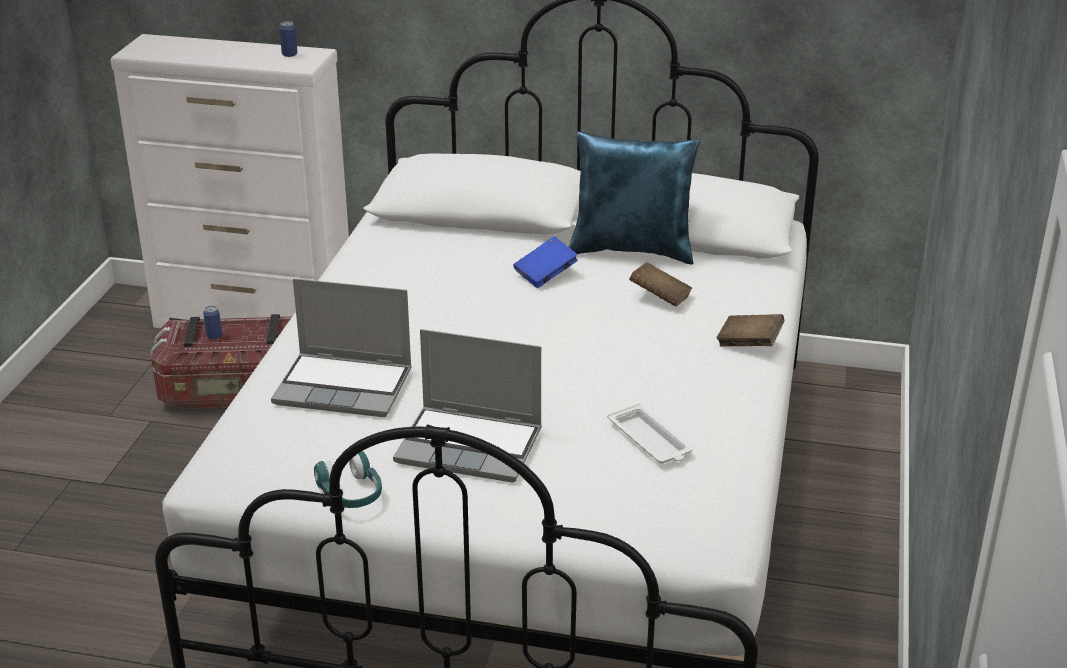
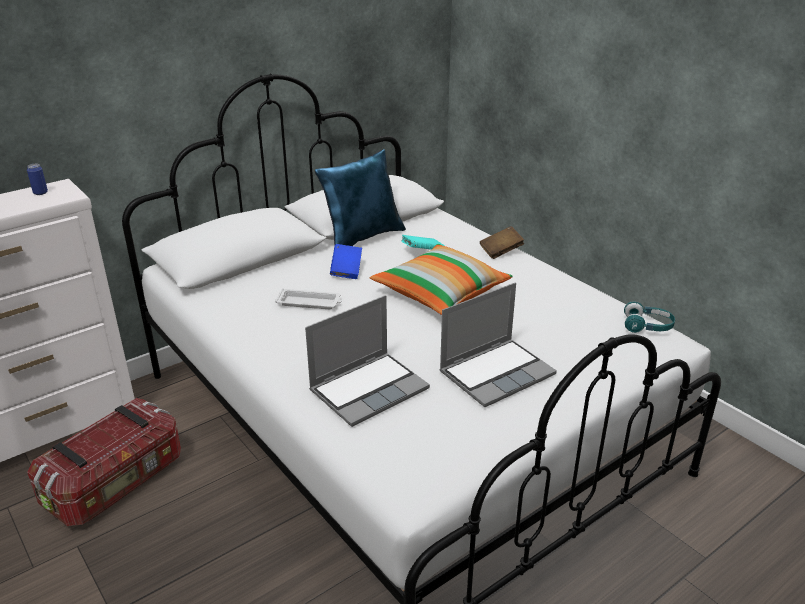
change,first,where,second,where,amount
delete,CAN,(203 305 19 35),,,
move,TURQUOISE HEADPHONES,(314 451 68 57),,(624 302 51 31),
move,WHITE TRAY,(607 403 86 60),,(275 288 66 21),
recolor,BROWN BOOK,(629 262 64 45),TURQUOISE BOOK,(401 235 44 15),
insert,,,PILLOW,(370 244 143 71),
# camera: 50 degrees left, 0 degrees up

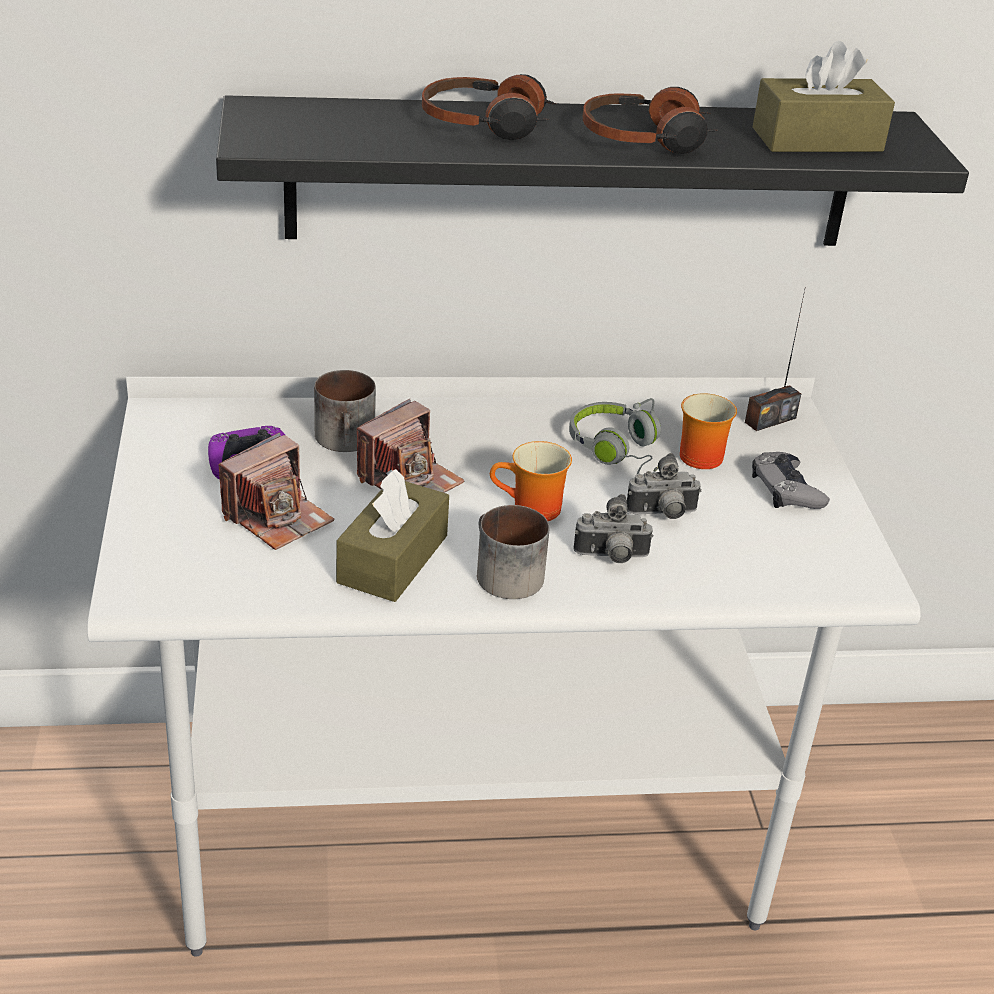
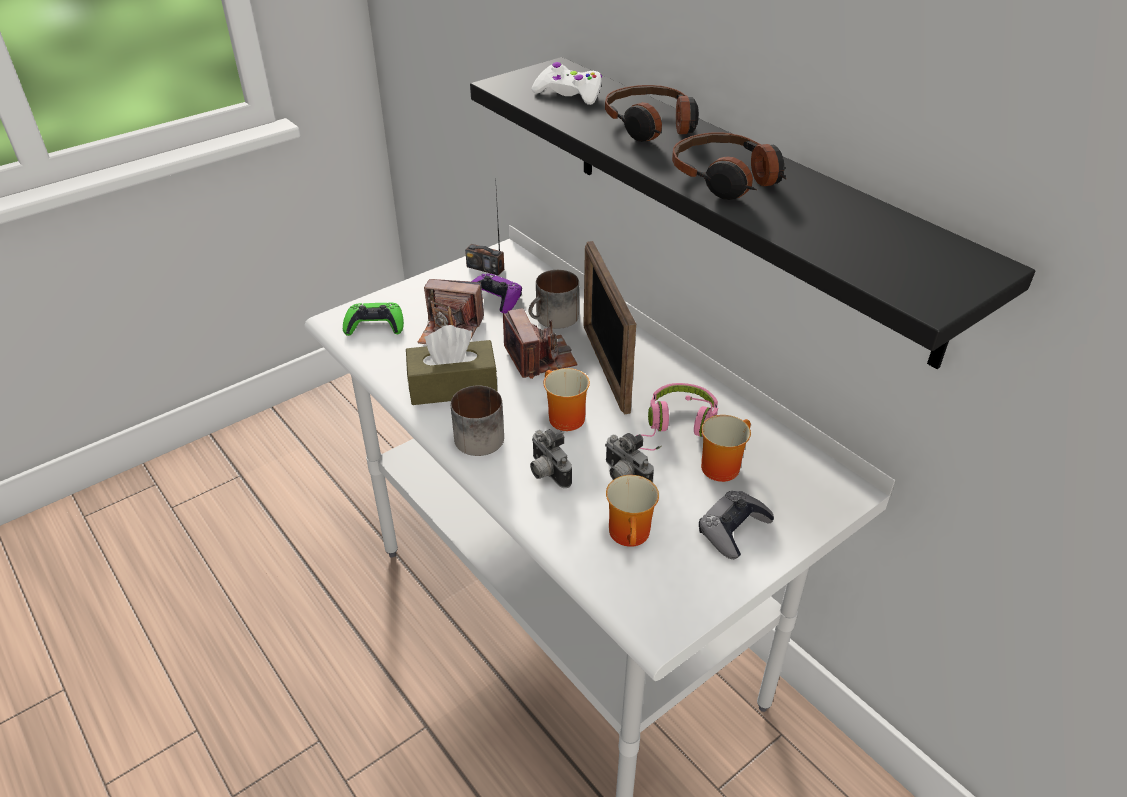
change,first,where,second,where,amount
rotate,PHOTO CAMERA,(357 399 108 94),,(503 308 75 71),120 degrees counterclockwise
recolor,GREY HEADPHONES,(569 398 92 76),PINK HEADPHONES,(636 383 82 68),
move,RADIO,(745 290 60 141),,(465 191 39 85),
delete,BROWN TISSUE BOX,(753 41 142 111),,,
insert,,,GREEN GAME CONTROLLER,(343 302 61 34),
insert,,,WHITE GAME CONTROLLER,(532 62 70 43),
insert,,,PICTURE FRAME,(583 241 53 173),
insert,,,MUG,(606 475 53 72),
# camera: 60 degrees right, 5 degrees up

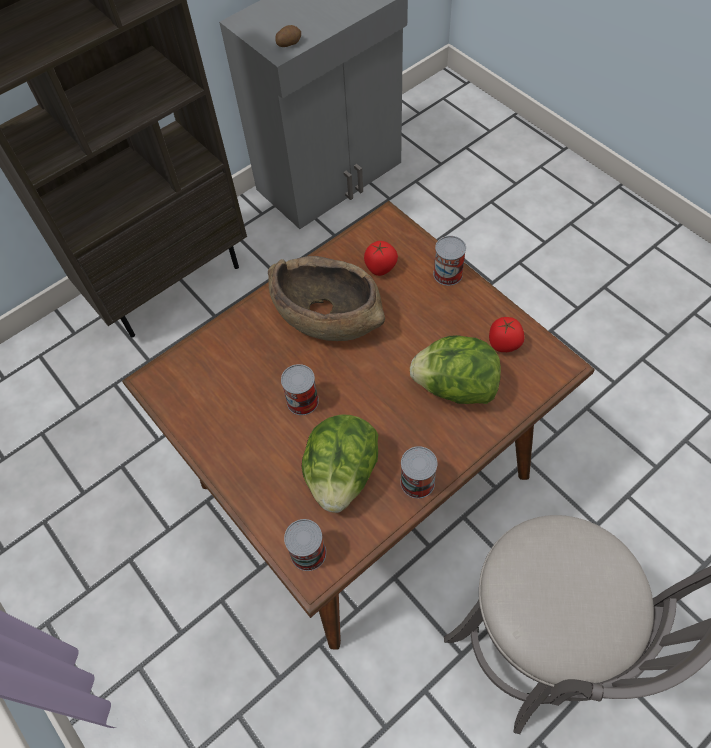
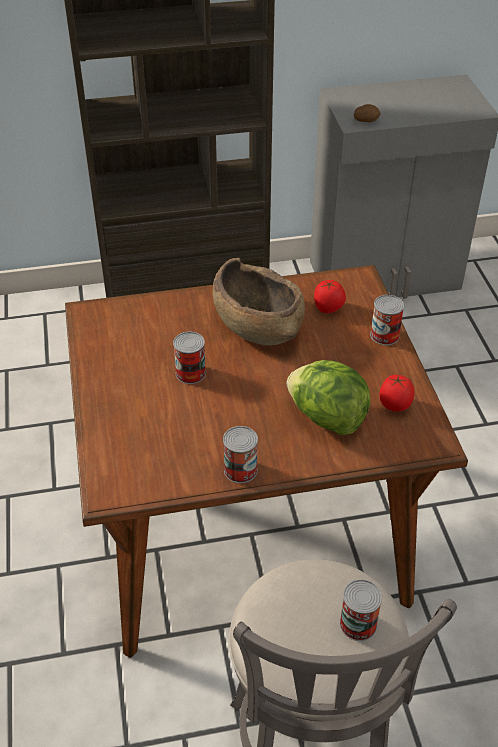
change,first,where,second,where,amount
move,CAN,(284 519 42 52),,(340 579 42 62),
delete,LETTUCE,(302 414 76 99),,,
# camera: 25 degrees right, 15 degrees down

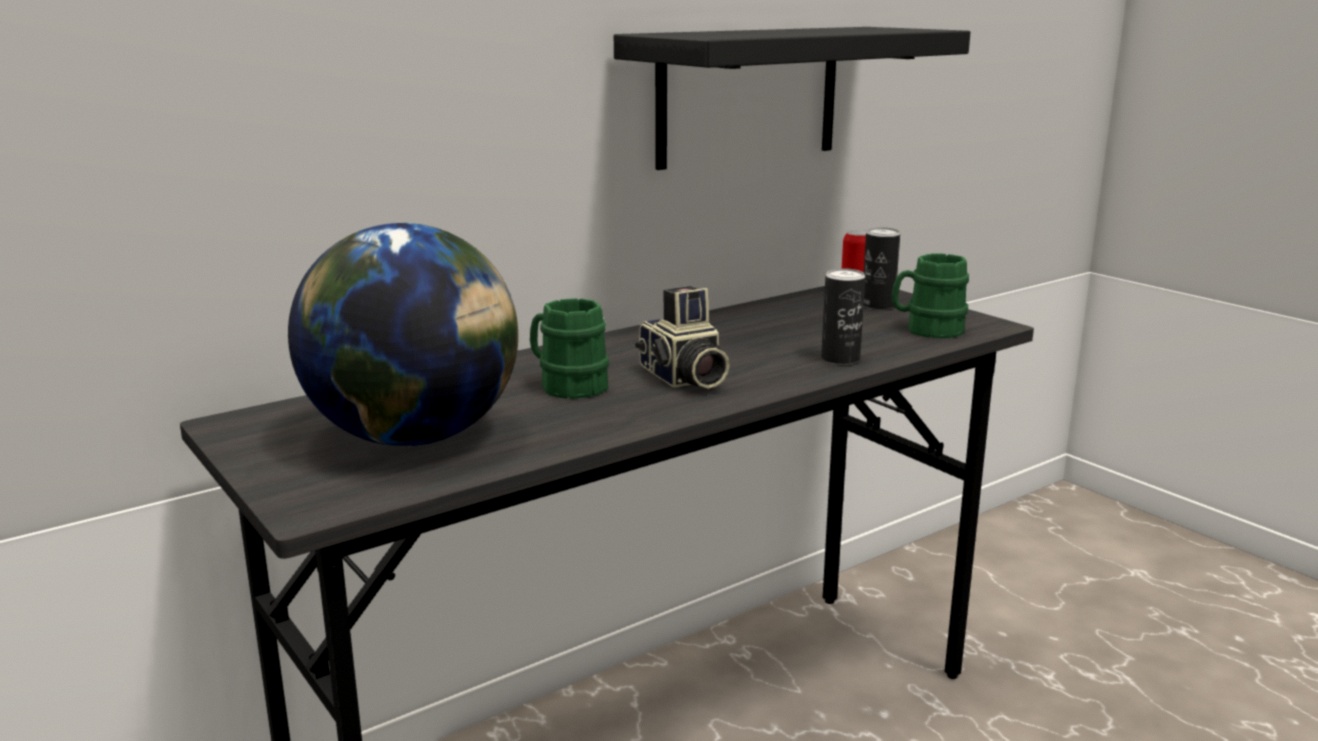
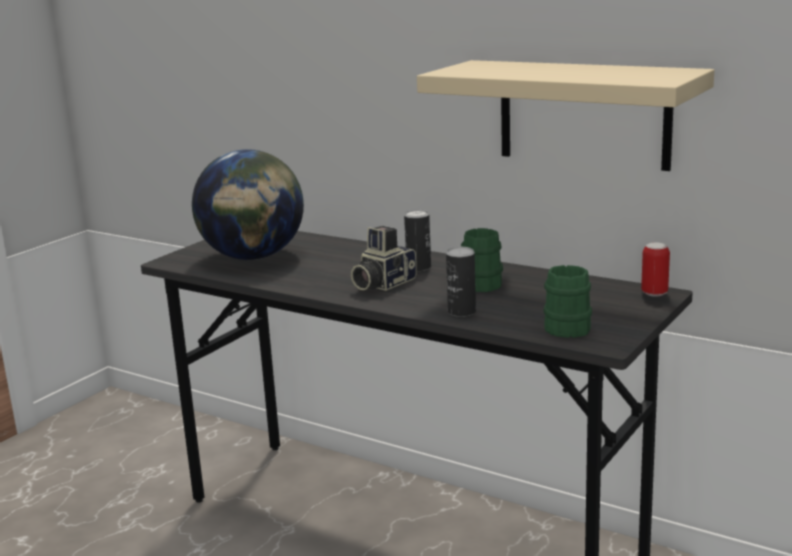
change,first,where,second,where,amount
move,GREEN MUG,(530 298 79 101),,(461 228 42 64),
recolor,BLACK SHELF,(614 27 357 143),BEIGE SHELF,(417 60 297 111),
move,CAN,(864 227 36 83),,(404 210 27 61),
# camera: 70 degrees right, 0 degrees up

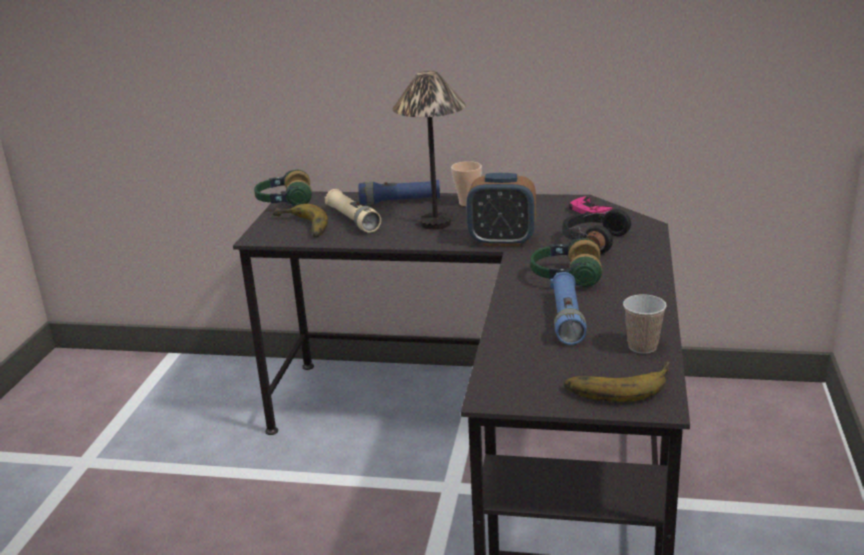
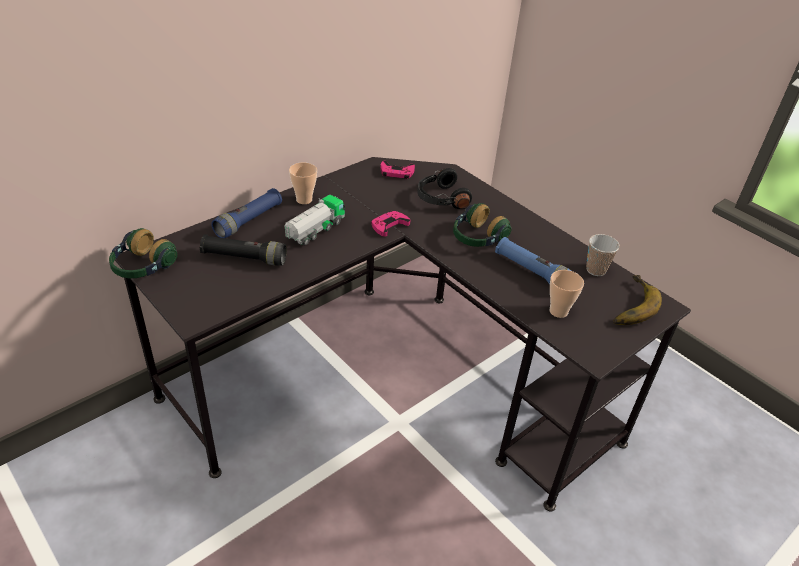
change,first,where,second,where,amount
delete,BANANA,(273 204 55 34),,,
recolor,BEIGE FLASHLIGHT,(325 189 56 44),BLACK FLASHLIGHT,(199 234 88 31),
replace,TABLE LAMP,(393 71 73 159),TOY TRUCK,(284 195 61 51),
replace,ALARM CLOCK,(466 173 70 73),PINK GAME CONTROLLER,(371 211 39 26),
insert,,,CUP,(550 270 34 48),
# camera: 55 degrees left, 15 degrees up

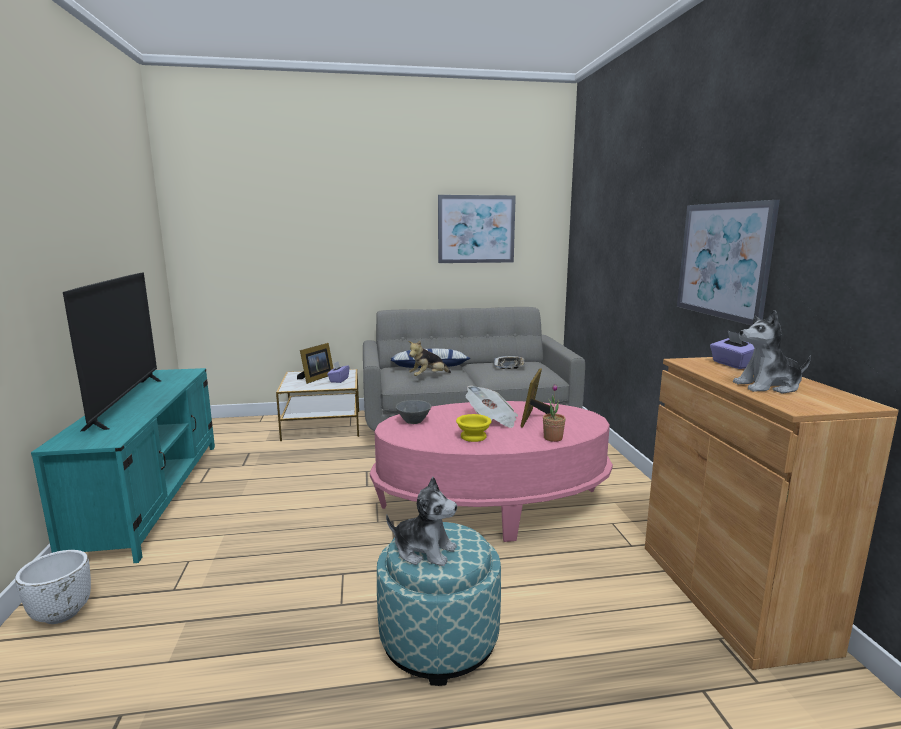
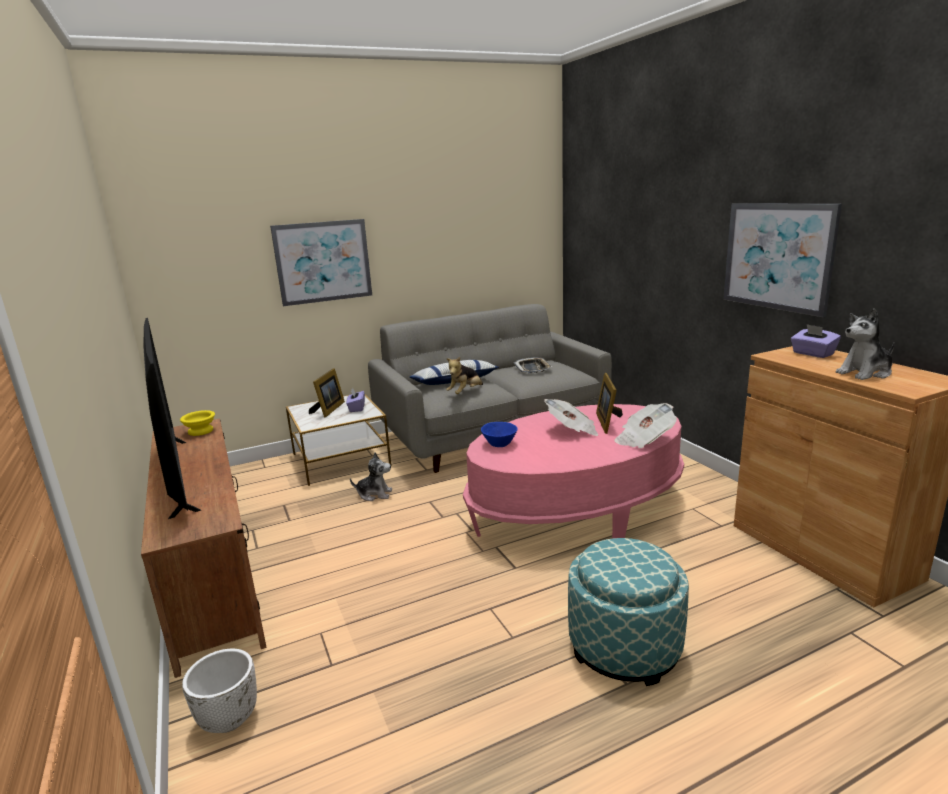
change,first,where,second,where,amount
recolor,TURQUOISE TV STAND,(31 368 184 195),BROWN TV STAND,(141 418 126 260),
move,PLUSH TOY,(386 477 71 89),,(350 452 42 49),
recolor,GREY BOWL,(396 400 35 24),BLUE BOWL,(481 422 37 25),
move,PICTURE,(438 195 78 68),,(270 219 102 87),
move,YELLOW BOWL,(456 414 36 28),,(180 410 35 26),
replace,POTTED PLANT,(543 384 23 58),NEWSPAPER,(614 403 63 45),
# camera: 15 degrees left, 5 degrees up

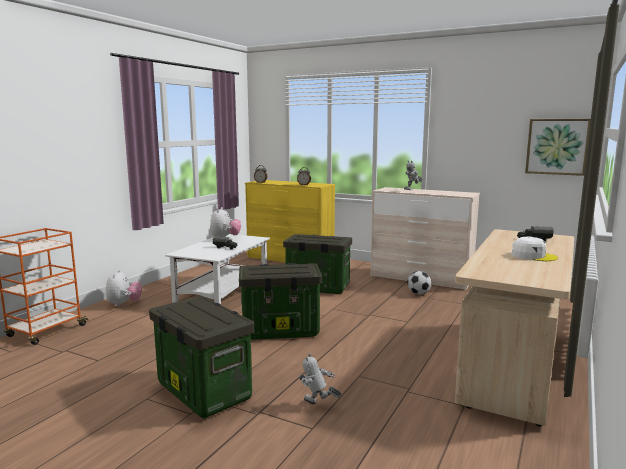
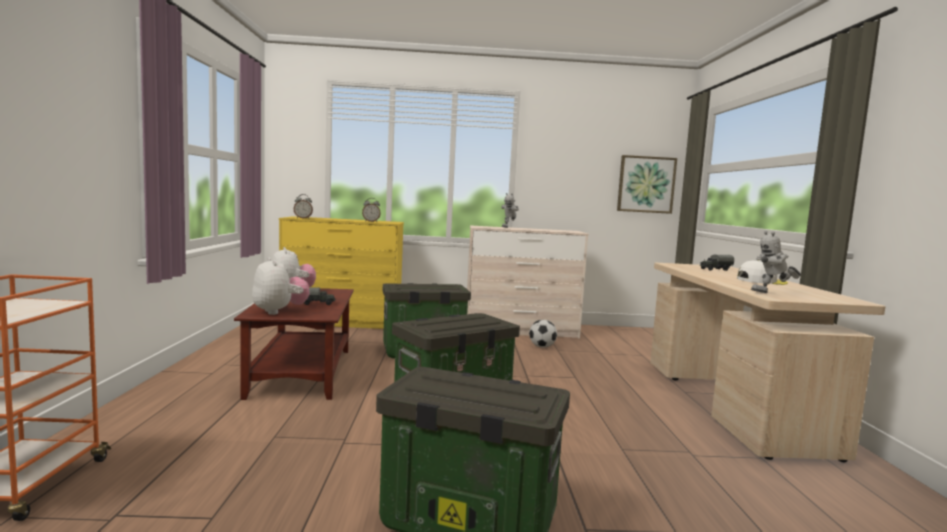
change,first,where,second,where,amount
move,PLUSH TOY,(106 270 36 37),,(252 257 58 58),
recolor,WHITE COFFEE TABLE,(165 234 105 70),BROWN COFFEE TABLE,(234 288 120 112),
move,TOY ROBOT,(298 353 43 51),,(751 231 50 62),
# camera: 30 degrees left, 5 degrees down

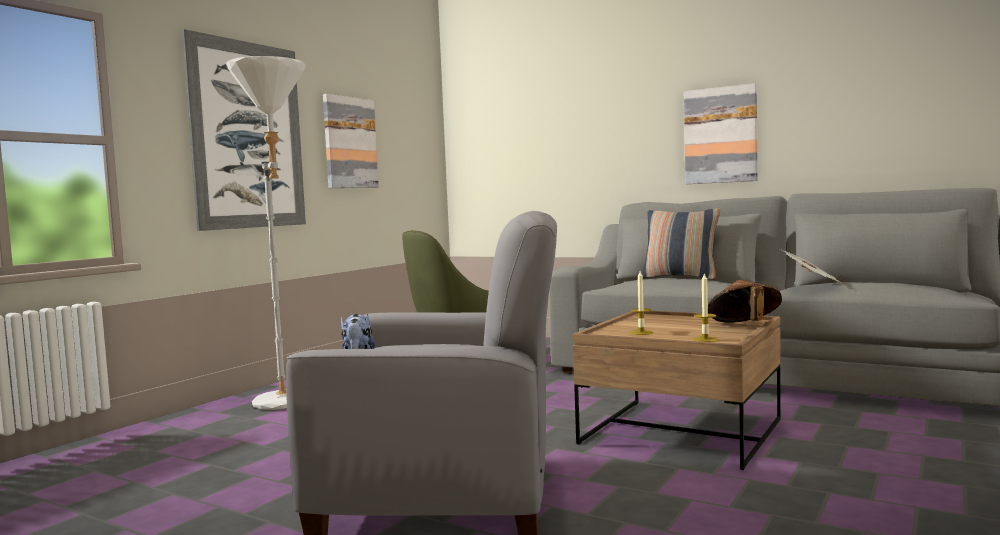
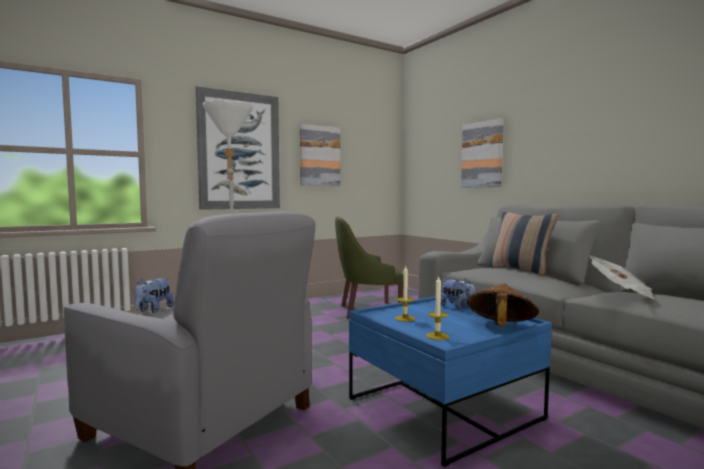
change,first,where,second,where,amount
recolor,BROWN COFFEE TABLE,(572 311 209 159),BLUE COFFEE TABLE,(349 296 203 171),
move,PICTURE,(684 83 73 101),,(461 118 43 70),
insert,,,PLUSH TOY,(441 278 34 32),
# camera: 25 degrees right, 0 degrees up

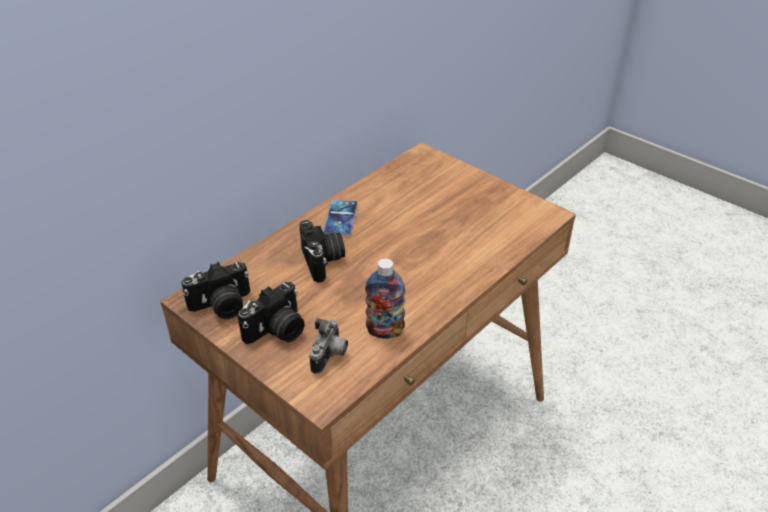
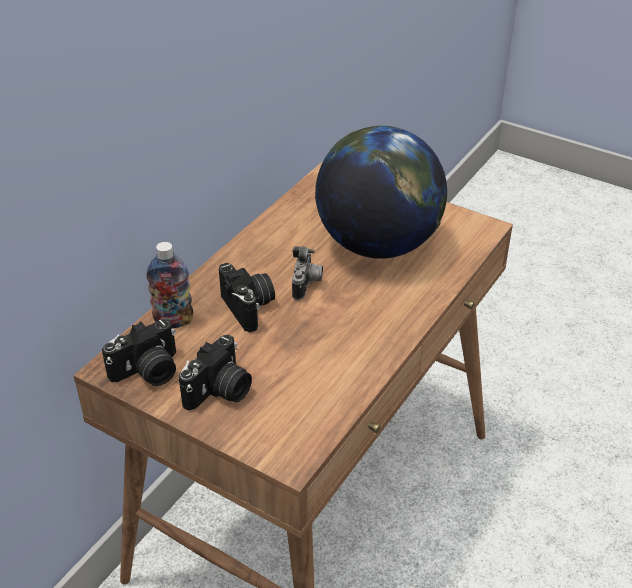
change,first,where,second,where,amount
move,PHOTO CAMERA,(309 318 39 56),,(292 246 31 54),
delete,PHONE,(323 200 35 36),,,
move,BOTTLE,(365 259 41 80),,(146 242 47 86),
insert,,,GLOBE,(315 126 132 133),
# camera: 10 degrees left, 0 degrees up

